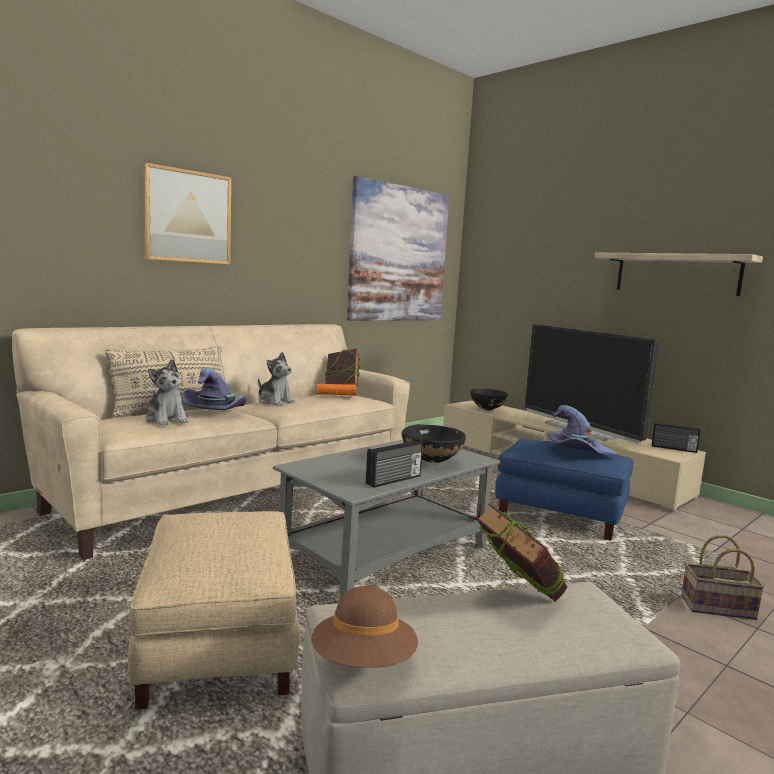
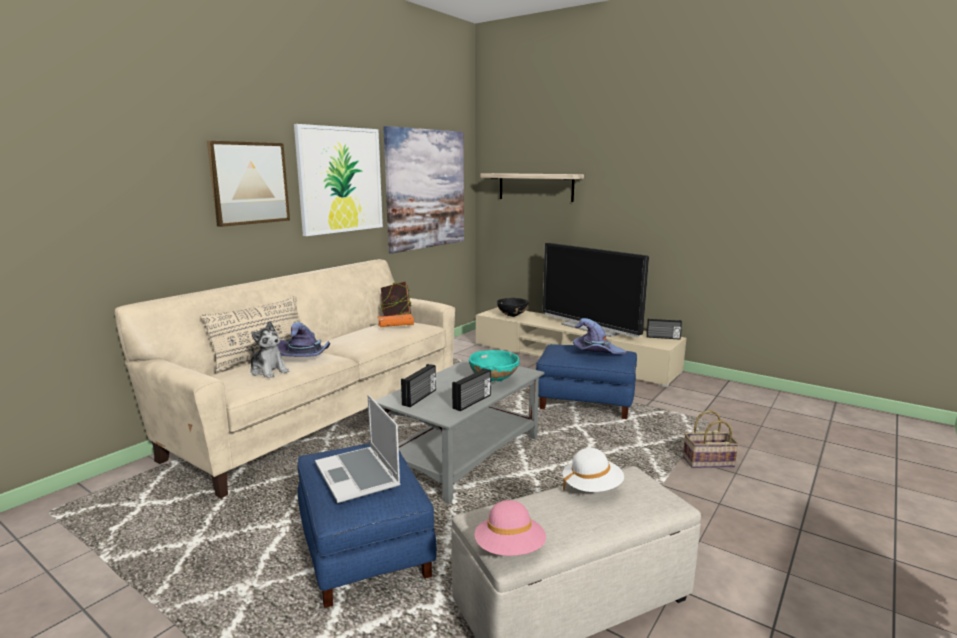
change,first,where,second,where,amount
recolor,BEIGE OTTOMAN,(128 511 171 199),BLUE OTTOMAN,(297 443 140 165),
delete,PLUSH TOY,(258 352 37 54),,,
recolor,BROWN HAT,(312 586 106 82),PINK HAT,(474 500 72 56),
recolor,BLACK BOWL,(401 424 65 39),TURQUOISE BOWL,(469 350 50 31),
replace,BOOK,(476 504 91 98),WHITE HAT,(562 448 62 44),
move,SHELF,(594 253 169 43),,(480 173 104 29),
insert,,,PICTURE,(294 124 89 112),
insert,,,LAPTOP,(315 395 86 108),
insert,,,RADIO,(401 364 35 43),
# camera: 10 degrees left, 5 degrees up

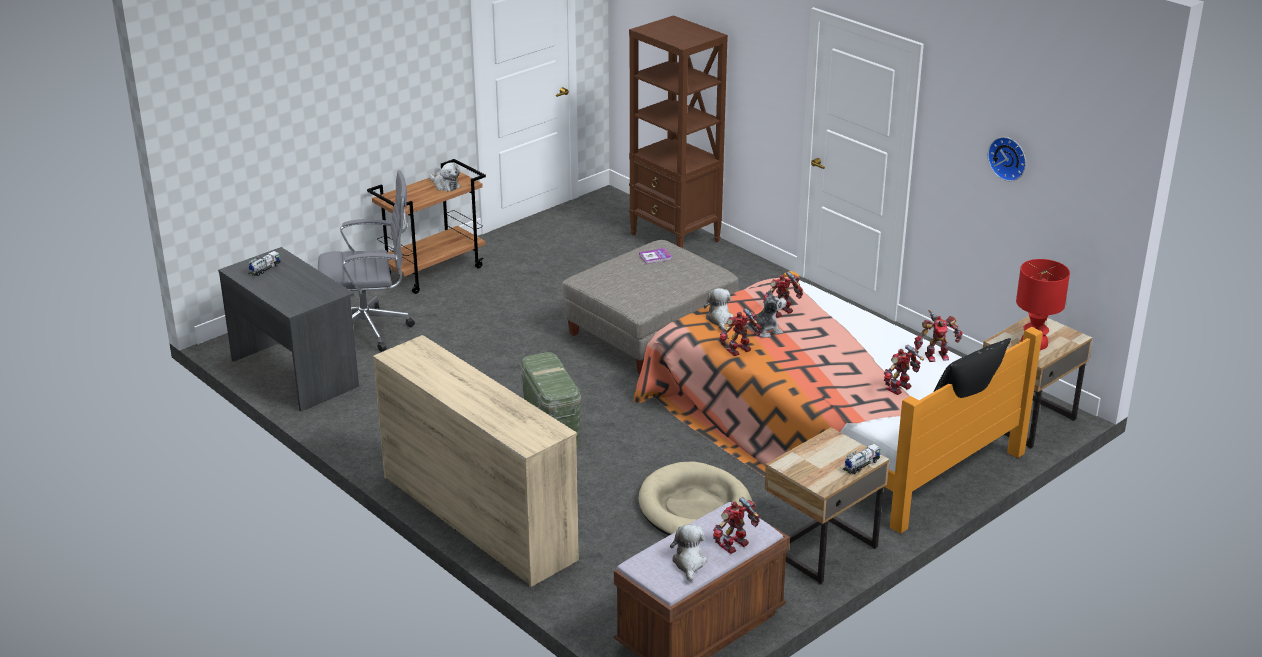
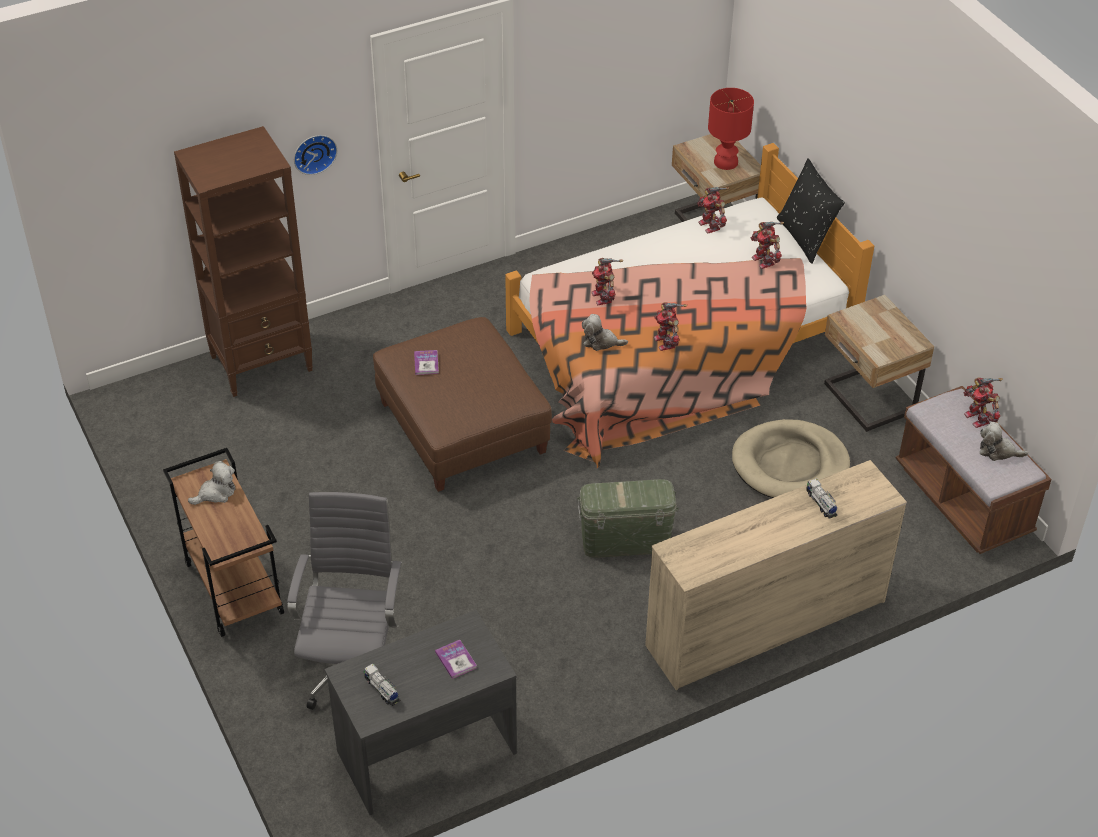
change,first,where,second,where,amount
recolor,GREY OTTOMAN,(562 240 176 134),BROWN OTTOMAN,(373 317 179 175),
delete,PLUSH TOY,(746 289 40 49),,,
move,TOY TRUCK,(843 444 38 30),,(806 479 32 40),
rotate,TOY ROBOT,(914 310 49 52),,(697 187 32 46),150 degrees clockwise
move,WALL CLOCK,(988 137 38 44),,(294 135 43 40),
insert,,,BOOK,(435 640 42 39),
# camera: 75 degrees left, 15 degrees up

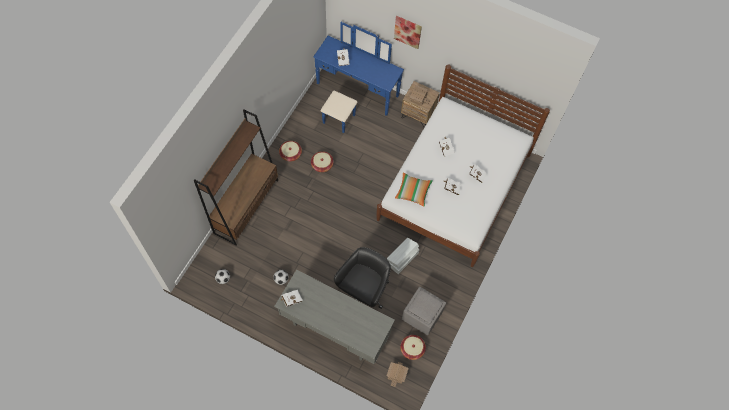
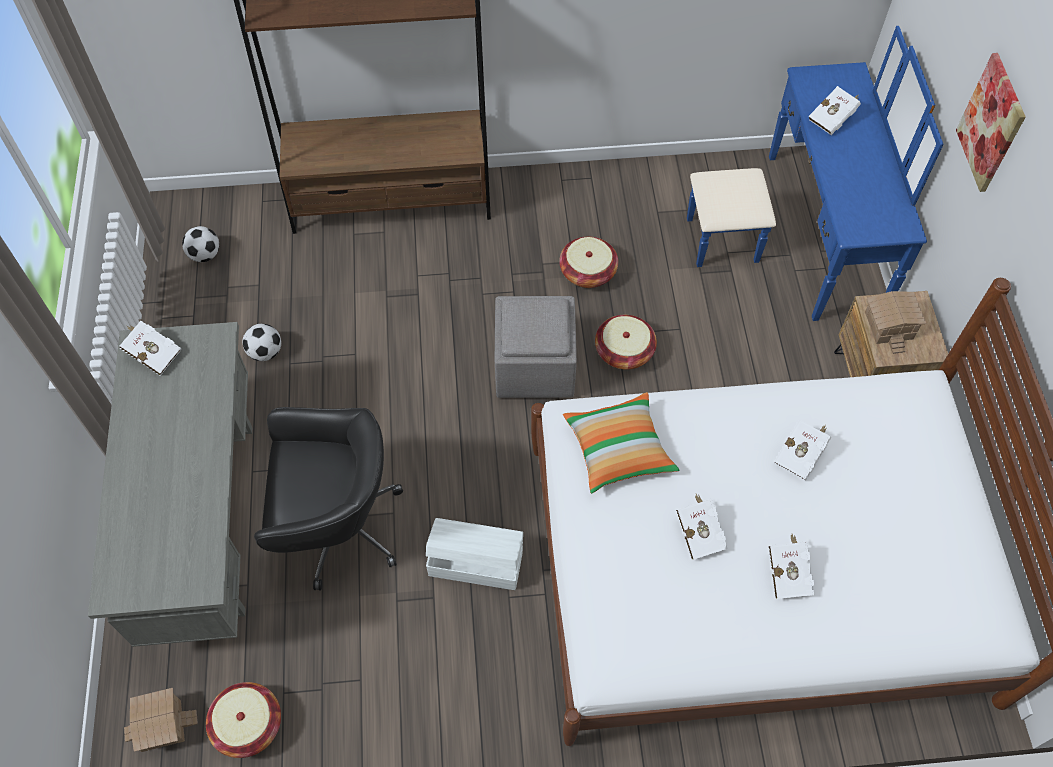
change,first,where,second,where,amount
move,BASKET,(279 141 23 20),,(595 315 62 55),
move,GREY OTTOMAN,(402 287 44 48),,(495 296 82 102),
# camera: 60 degrees right, 5 degrees down

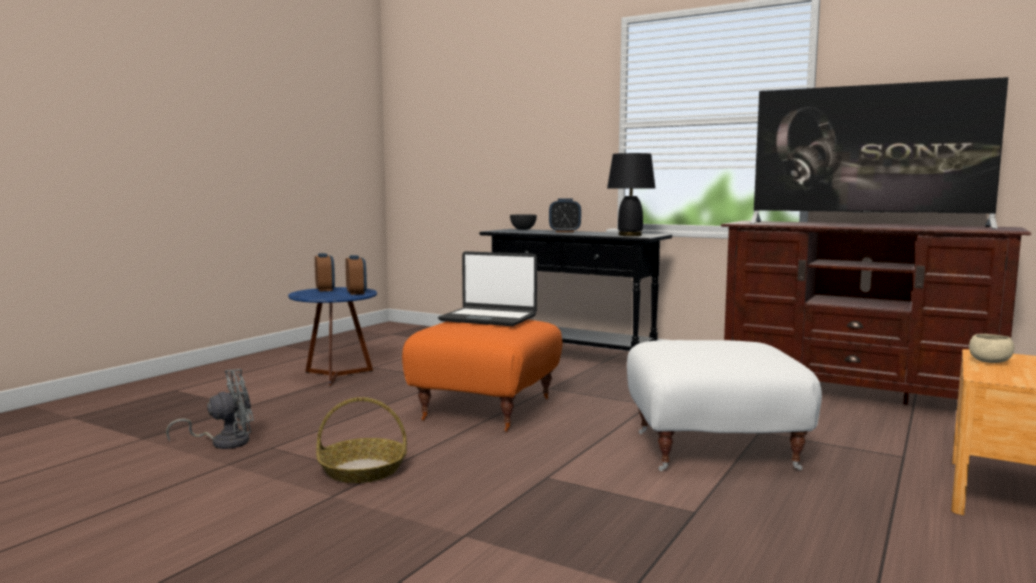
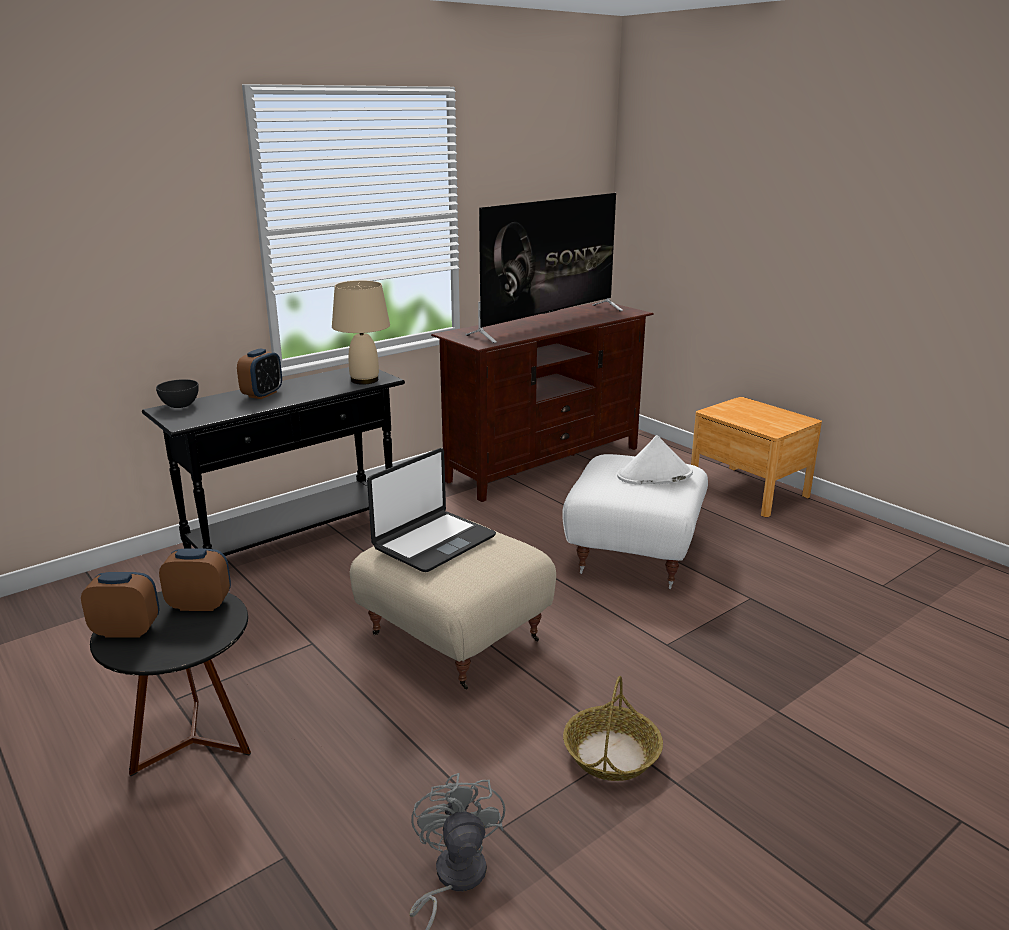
change,first,where,second,where,amount
recolor,BLUE SIDE TABLE,(288 287 89 100),BLACK SIDE TABLE,(90 591 161 185),
recolor,ORANGE OTTOMAN,(402 320 160 112),BEIGE OTTOMAN,(350 518 206 172),
recolor,BLACK TABLE LAMP,(607 153 48 83),BEIGE TABLE LAMP,(332 281 58 104),
delete,BEIGE BOWL,(969 334 45 29),,,
insert,,,WHITE HAT,(617 435 76 50),
# camera: 70 degrees left, 15 degrees up

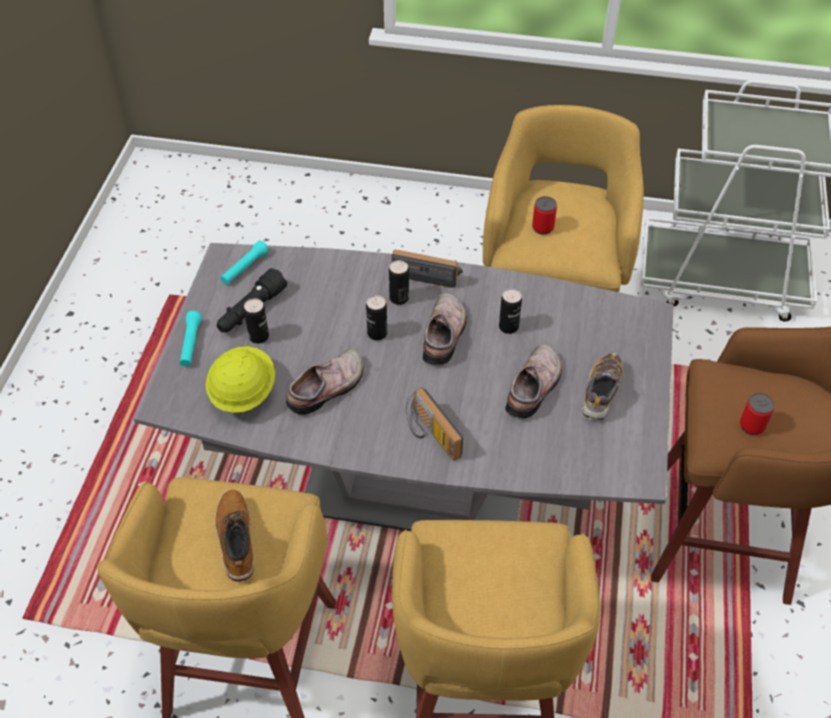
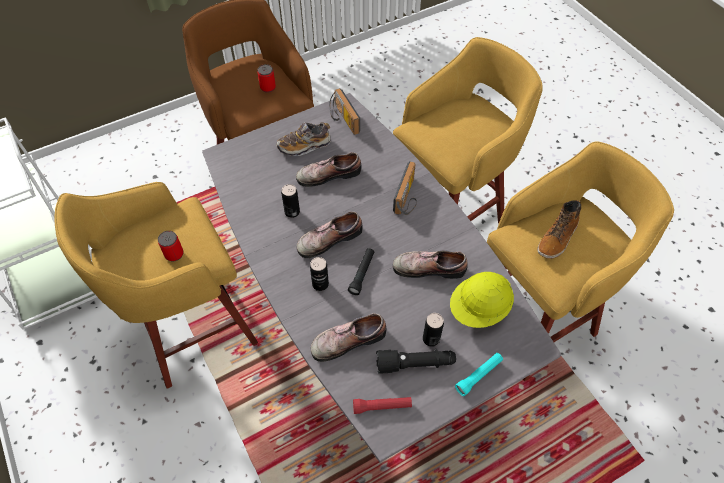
change,first,where,second,where,amount
recolor,TURQUOISE FLASHLIGHT,(220 240 49 45),RED FLASHLIGHT,(353 397 59 17),
replace,CAN,(366 295 21 45),BLACK FLASHLIGHT,(348 248 26 47),
move,RADIO,(392 250 71 38),,(330 88 30 47),
insert,,,SHOE,(311 313 75 49),
# camera: 130 degrees left, 5 degrees up

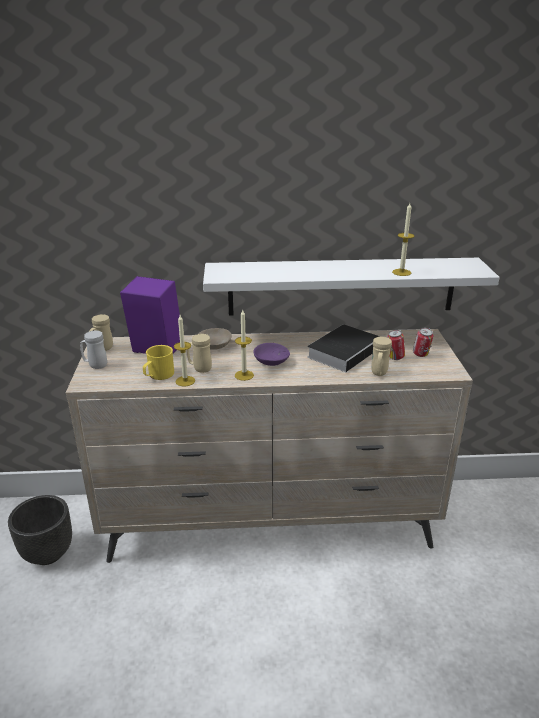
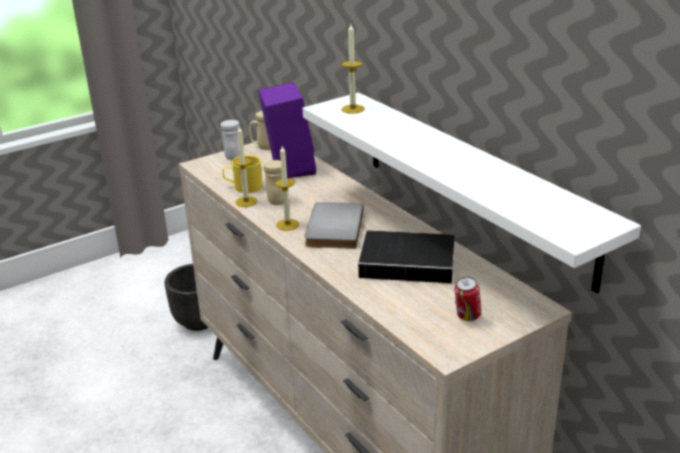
change,first,where,second,where,amount
delete,BEIGE BOWL,(198 328 34 22),,,
replace,PURPLE BOWL,(254 343 36 23),GREY BOOK,(305 202 59 47),
delete,BEIGE MUG,(371 337 21 39),,,
delete,CAN,(387 330 18 30),,,
move,CANDLE,(392 203 22 73),,(341 24 24 90),
# camera: 60 degrees right, 0 degrees up

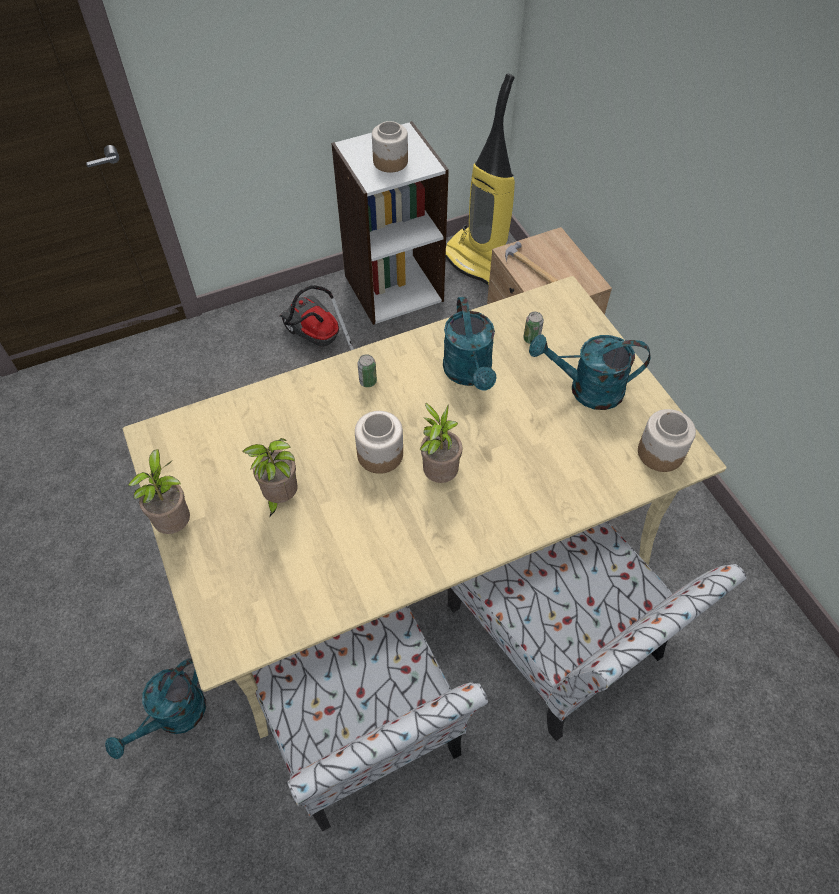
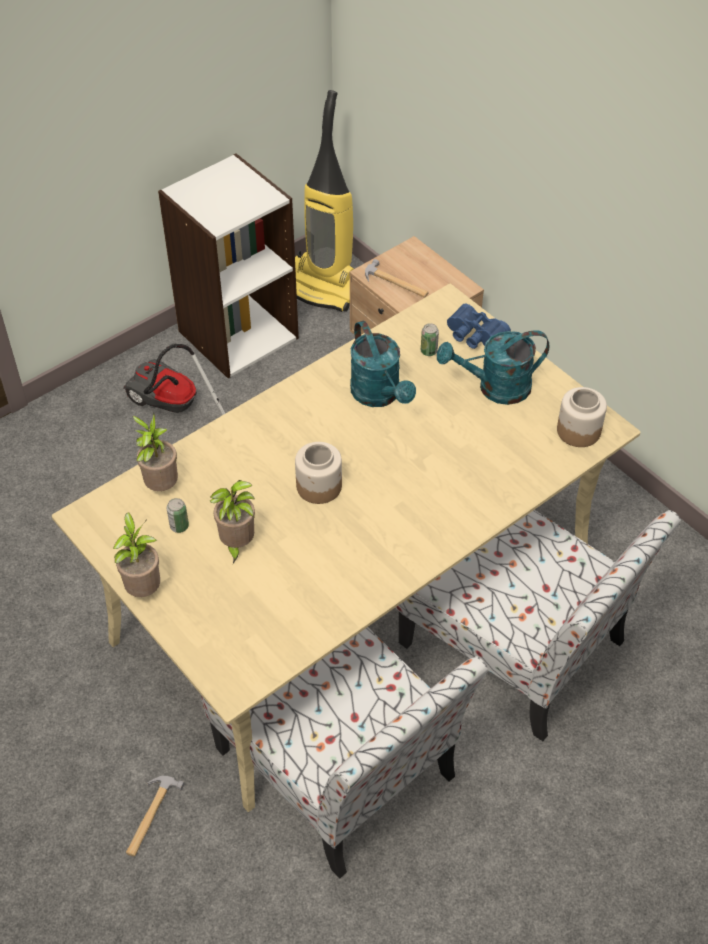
change,first,where,second,where,amount
replace,TURQUOISE WATERING CAN,(105 658 101 101),HAMMER,(126 776 58 81),
move,CAN,(358 354 19 33),,(167 498 22 35),
delete,JAR,(372 121 36 52),,,
move,POTTED PLANT,(420 403 43 80),,(133 414 45 77),
insert,,,BLUE BINOCULARS,(447 304 64 45),
# camera: 15 degrees left, 5 degrees down

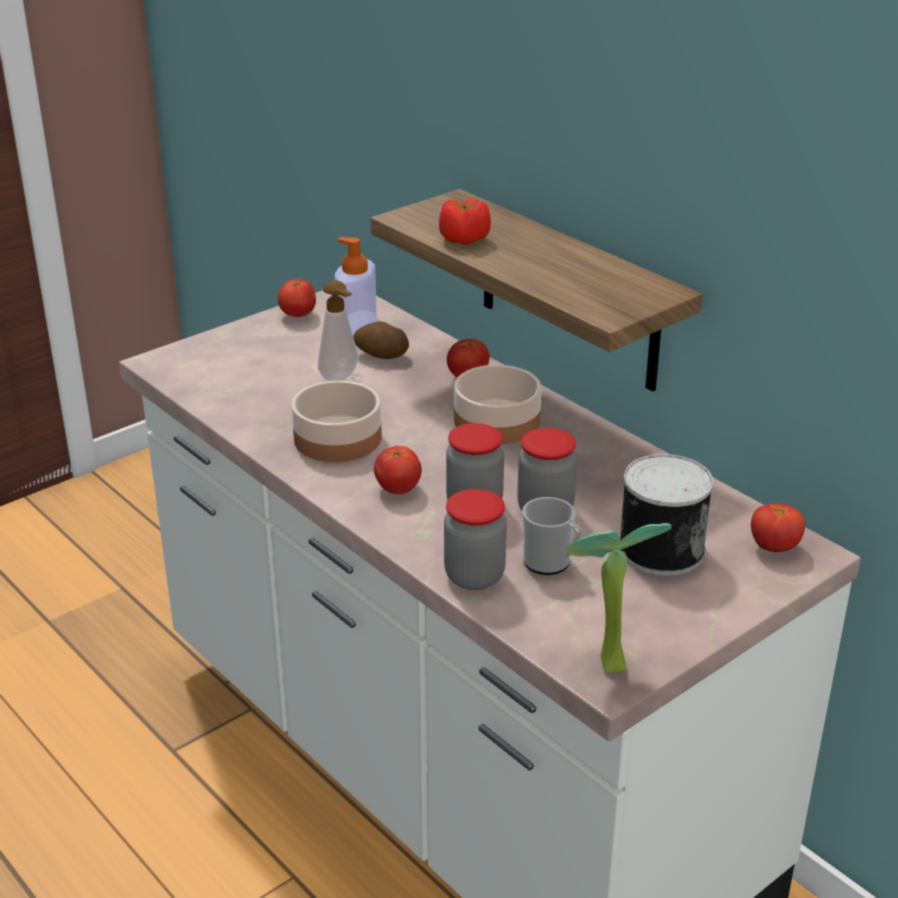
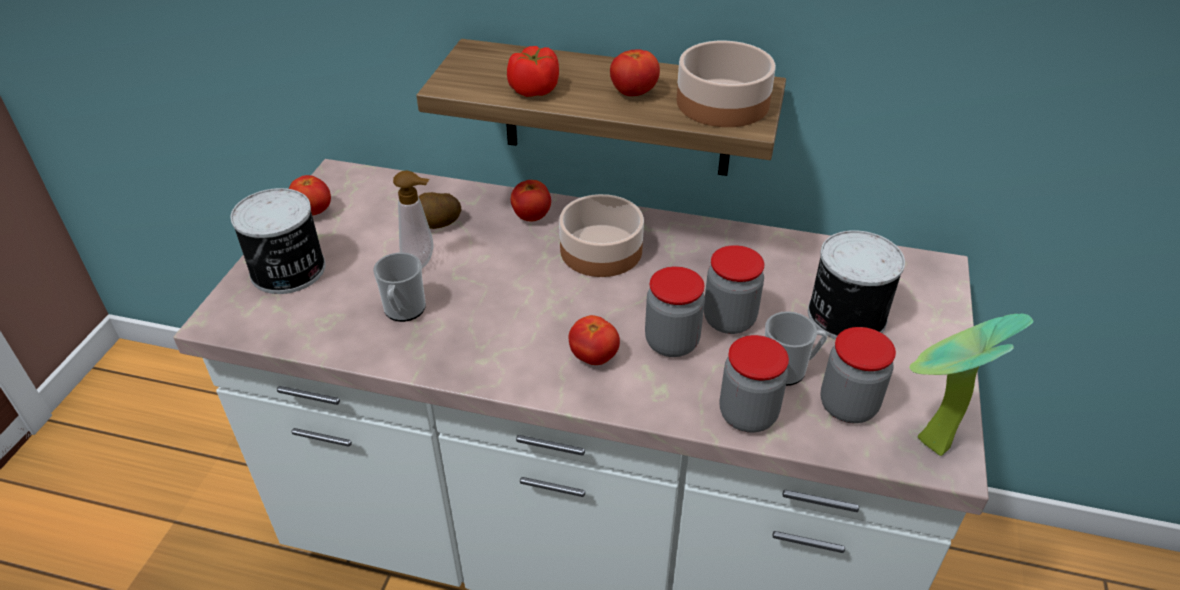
change,first,where,second,where,amount
move,BOWL,(291 381 91 81),,(677 41 99 86),
delete,SOAP DISPENSER,(335 237 42 98),,,
move,TOMATO,(751 503 54 49),,(610 50 50 46),
insert,,,CAN,(230 188 95 106),
insert,,,MUG,(373 252 53 70),
insert,,,JAR,(821 327 75 96),
# camera: 35 degrees left, 10 degrees up

